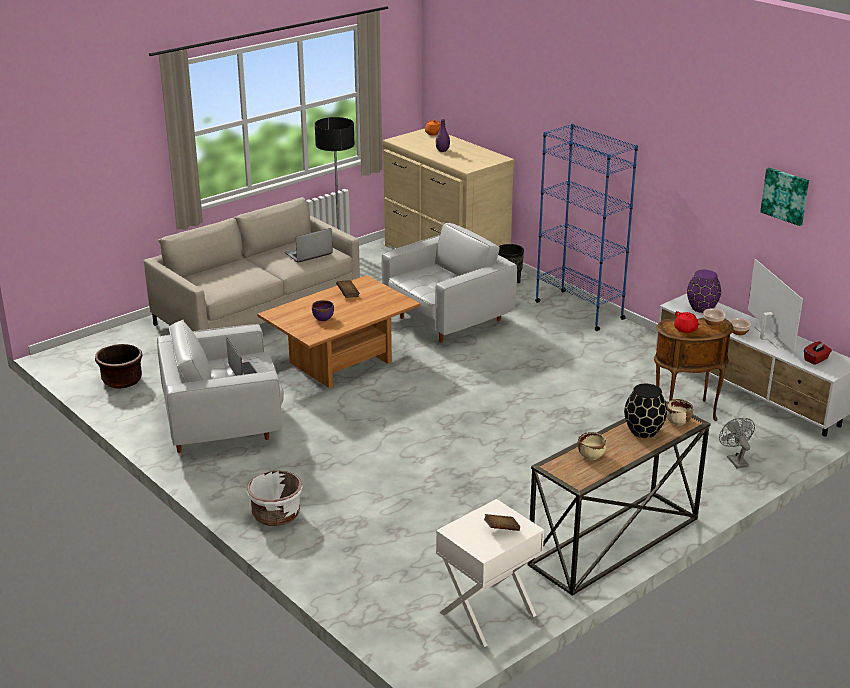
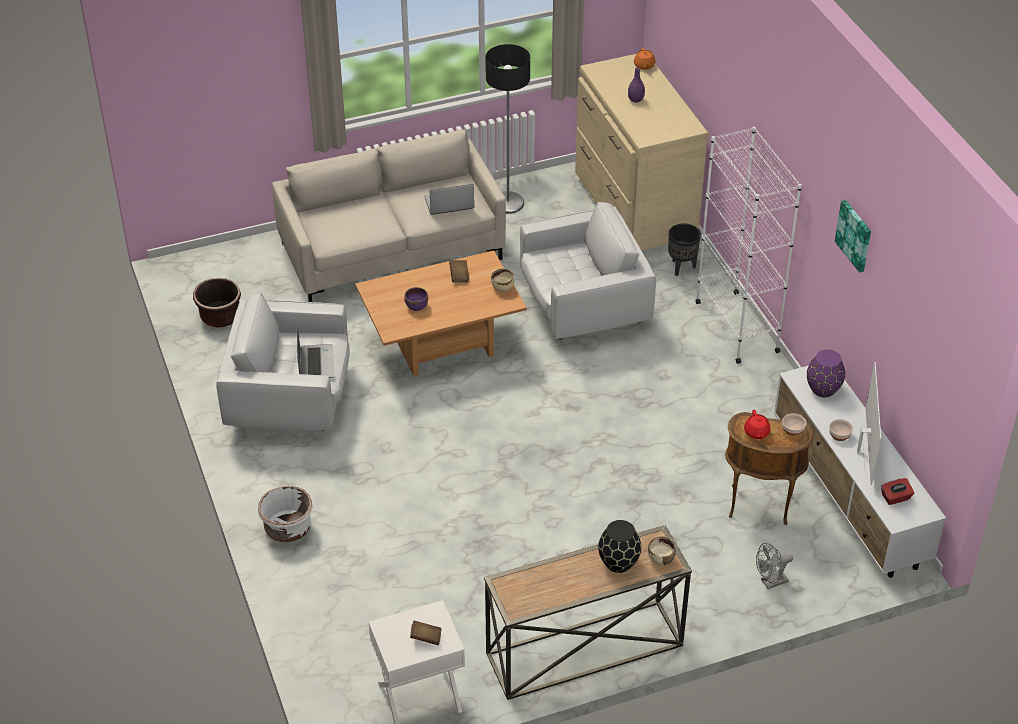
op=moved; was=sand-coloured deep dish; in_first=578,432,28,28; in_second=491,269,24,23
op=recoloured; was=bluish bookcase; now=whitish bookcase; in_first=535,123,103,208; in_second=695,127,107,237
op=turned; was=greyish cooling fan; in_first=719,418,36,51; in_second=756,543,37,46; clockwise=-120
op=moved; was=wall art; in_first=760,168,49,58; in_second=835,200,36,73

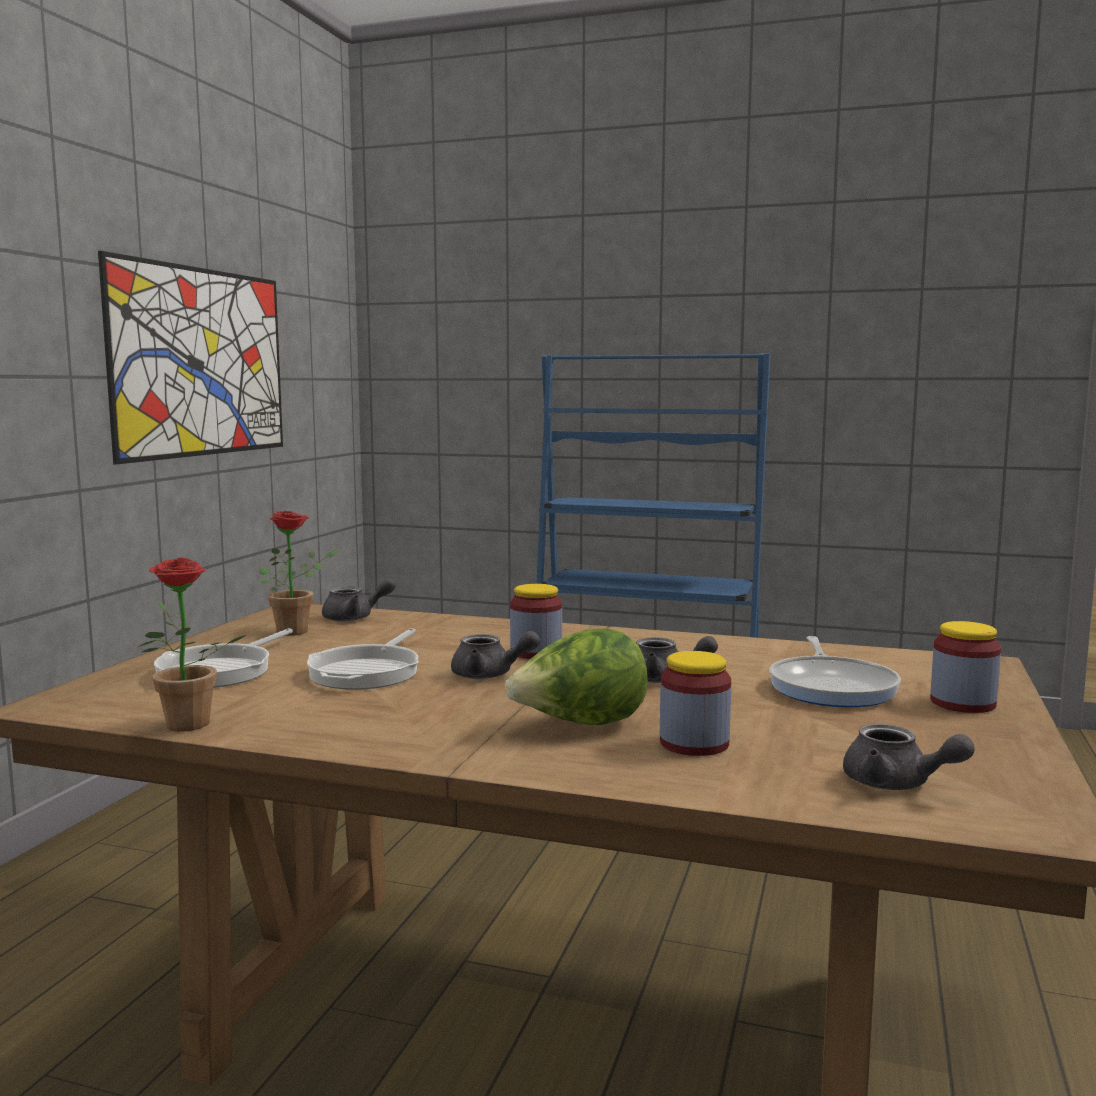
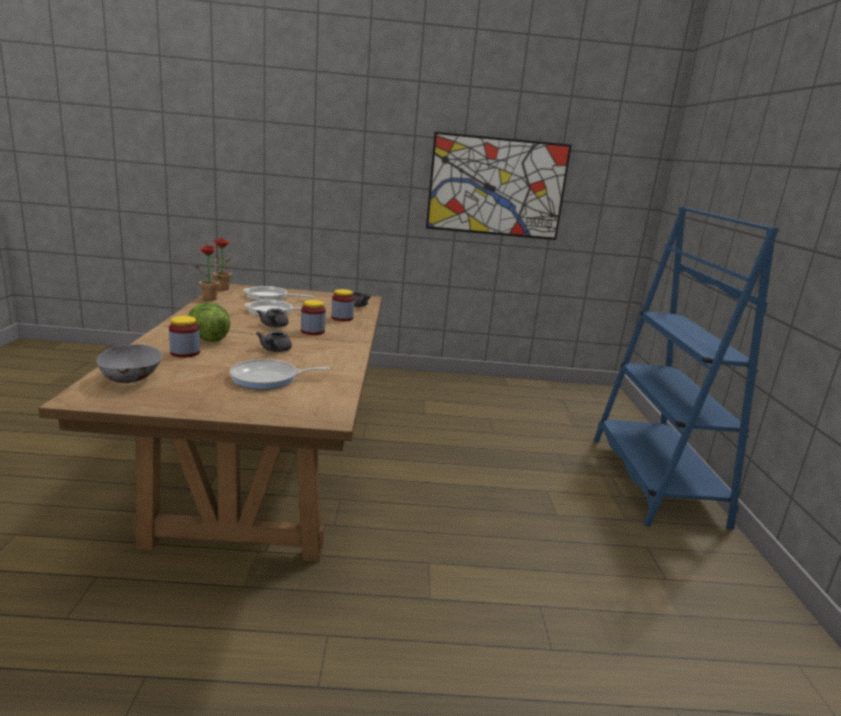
op=replaced; was=greyish tea pot; now=greyish deep dish; in_first=843,724,132,66; in_second=97,344,66,39
op=moved; was=plant in a pot; in_first=259,510,81,126; in_second=213,238,20,53
op=moved; was=storage jar; in_first=930,621,71,92; in_second=332,289,22,32

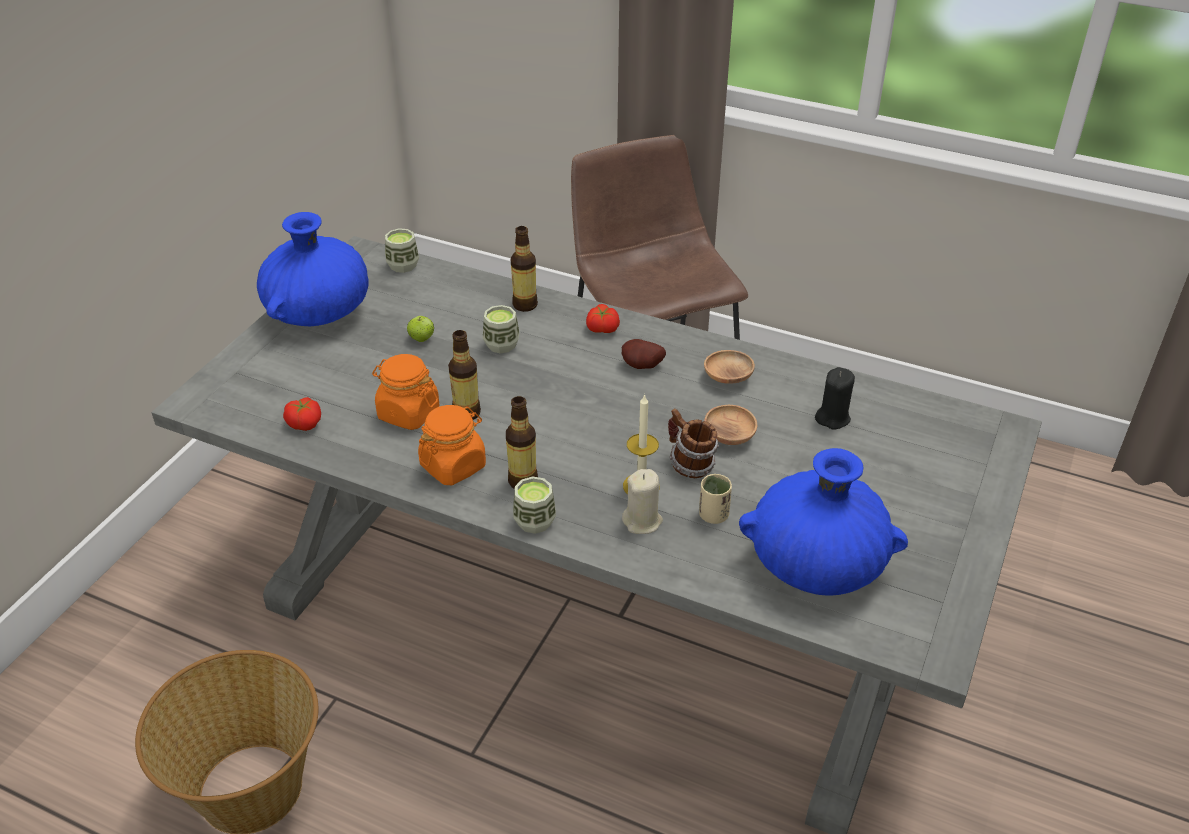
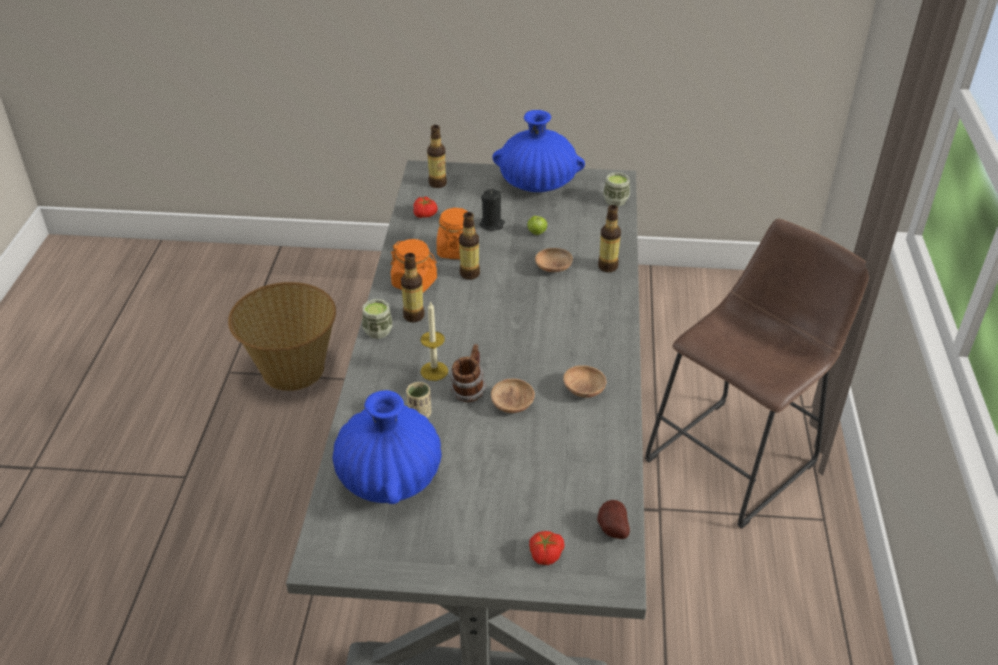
op=added; now=beverage bottle; in_second=427,125,20,63
op=moved; was=black-coloured wax light; in_first=815,367,40,63; in_second=479,189,26,42
op=moved; was=fresh tomato; in_first=586,304,34,29; in_second=529,531,36,34
op=replaced; was=drinking cup; now=brown deep dish; in_first=483,305,36,48; in_second=535,248,38,24
op=moved; was=spud; in_first=622,339,44,30; in_second=597,500,33,39
op=removed; was=sand-coloured wax light; in_first=622,469,41,65

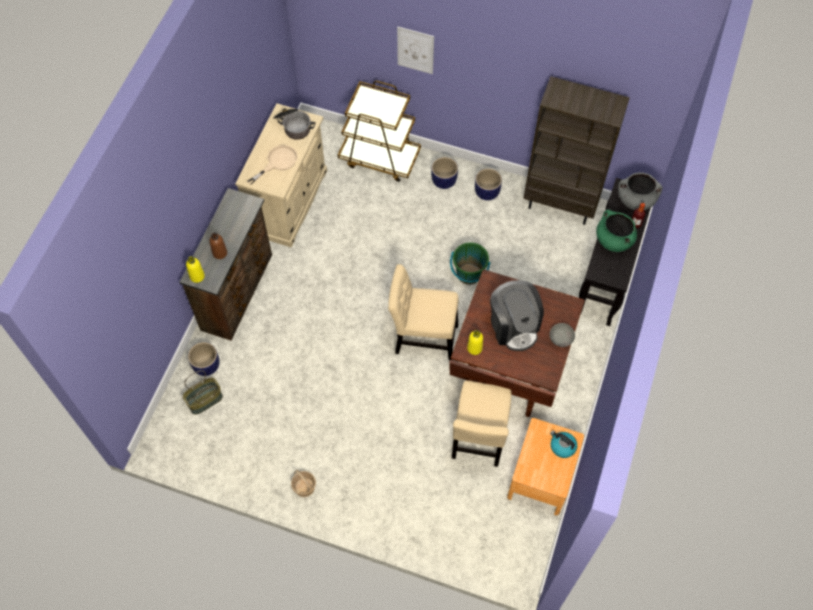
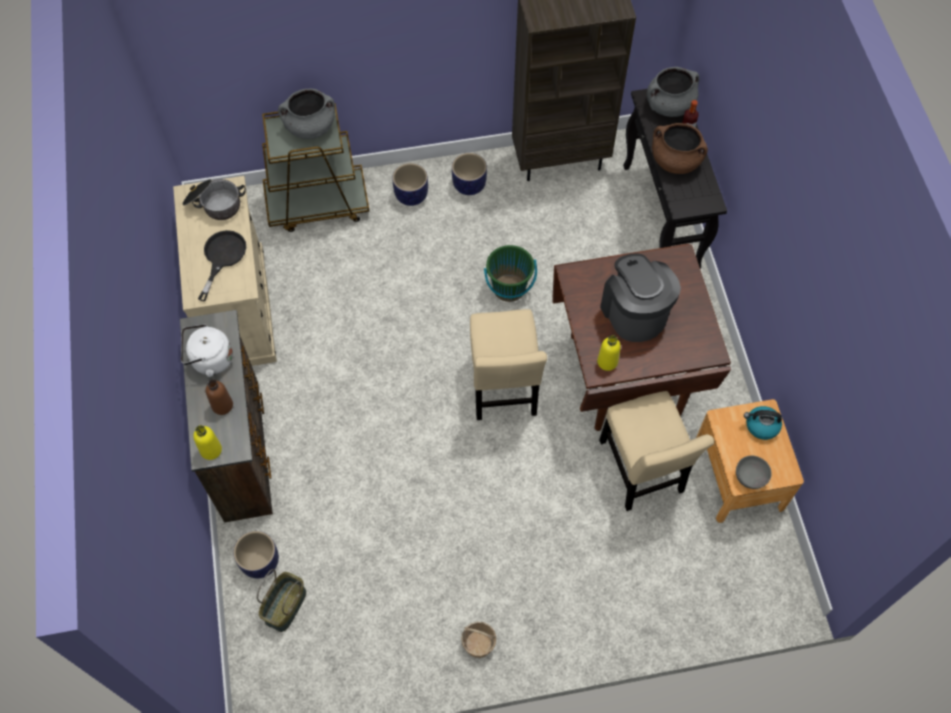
op=added; now=whitish tea kettle; in_second=181,324,52,53
op=recoloured; was=sand-coloured pan; now=black-coloured pan; in_first=247,145,50,40; in_second=198,230,48,71
op=added; now=greyish saucepot; in_second=278,89,57,50
op=turned; was=sand-coloured chair; in_first=388,264,70,96; in_second=470,309,77,111; clockwise=-75
op=turned; was=coffee brewer; in_first=490,280,54,71; in_second=600,253,81,89; clockwise=-150
op=recoloured; was=green saucepot; now=brown saucepot; in_first=596,209,41,43; in_second=652,123,56,51
op=moved; was=greyish deep dish; in_first=550,323,25,24; in_second=736,455,36,34
op=removed; was=wall art; in_first=397,27,37,47

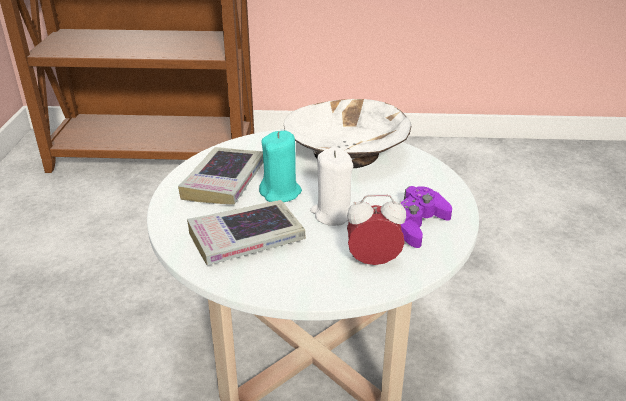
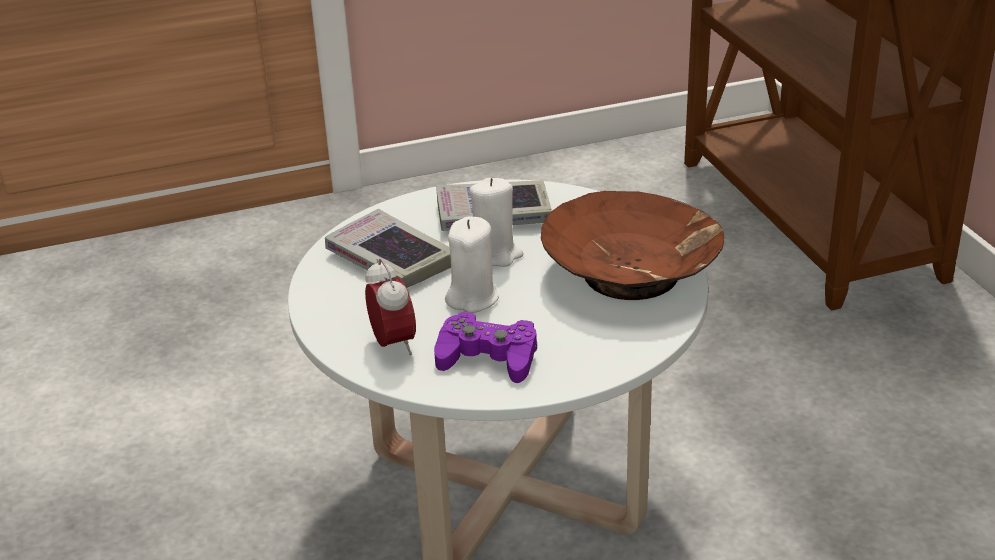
op=recoloured; was=blue-green wax light; now=whitish wax light; in_first=259,131,43,71; in_second=469,178,54,89
op=recoloured; was=whitish deep dish; now=brown deep dish; in_first=284,99,127,69; in_second=541,191,184,109

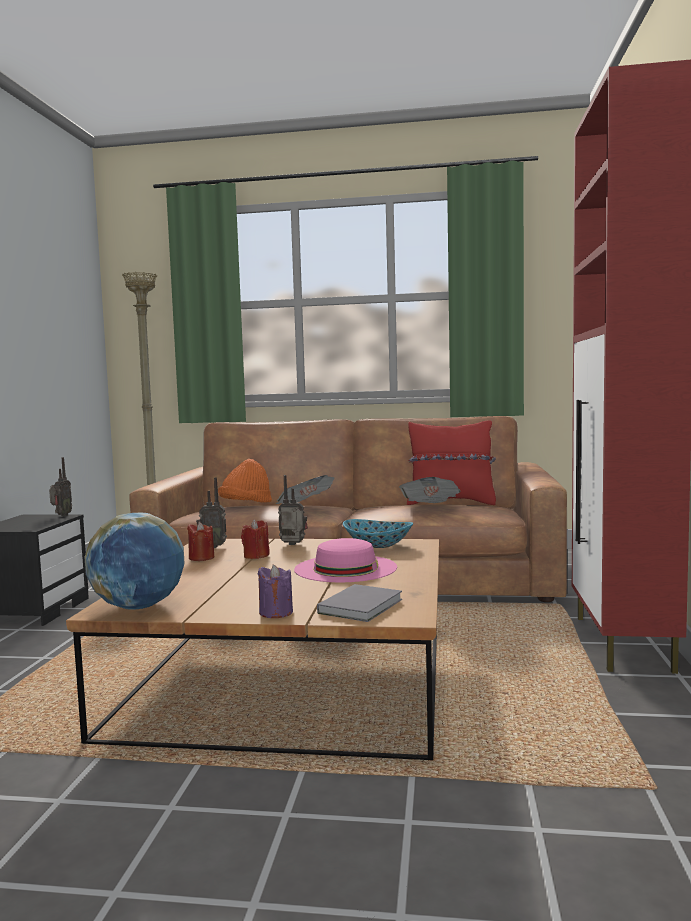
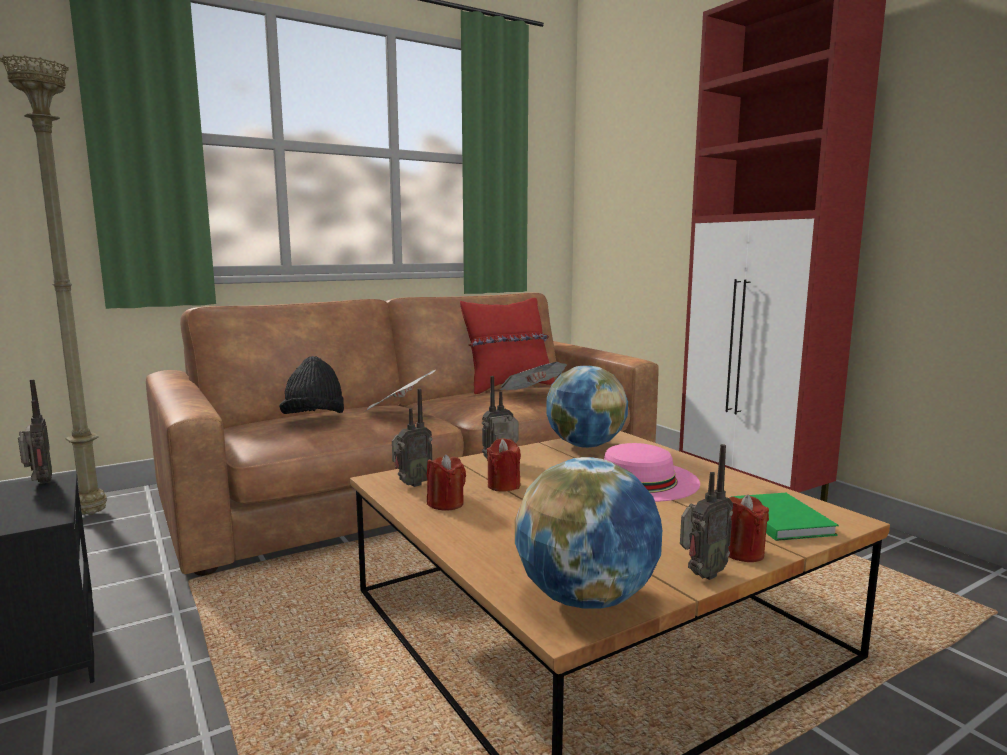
op=recoloured; was=orange wearable hat; now=black-coloured wearable hat; in_first=218,459,54,44; in_second=279,356,65,58
op=replaced; was=deep dish; now=desk globe; in_first=343,519,70,29; in_second=546,366,82,82
op=added; now=radio set; in_second=680,444,53,136
op=recoloured; was=purplish wax light; now=red wax light; in_first=258,565,35,53; in_second=728,495,41,67
op=recoloured; was=greyish book; now=green book; in_first=317,584,85,38; in_second=731,493,108,48

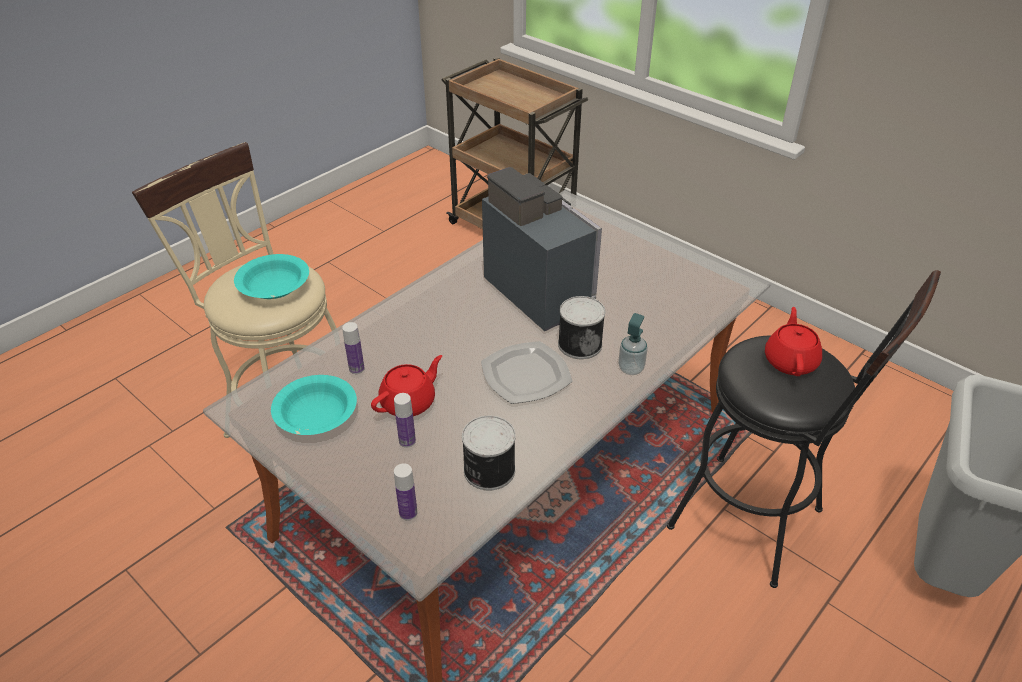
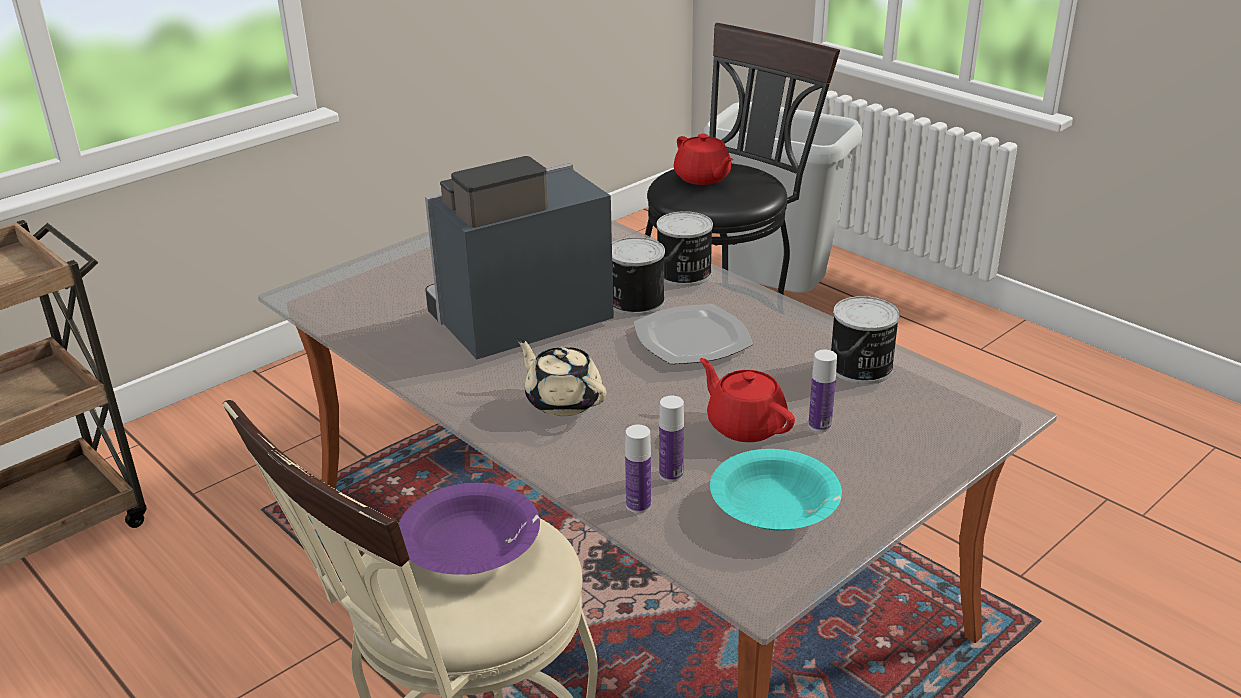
op=recoloured; was=blue-green deep dish; now=purplish deep dish; in_first=234,254,75,45; in_second=399,483,141,92
op=added; now=sand-coloured tea pot; in_second=516,338,91,78
op=moved; was=beverage bottle; in_first=394,463,23,57; in_second=625,425,26,88
op=replaced; was=soap dispenser; now=sealed can; in_first=618,313,30,62; in_second=657,211,56,75
op=turned; was=red tea pot; in_first=765,307,57,69; in_second=674,134,59,51; clockwise=-135

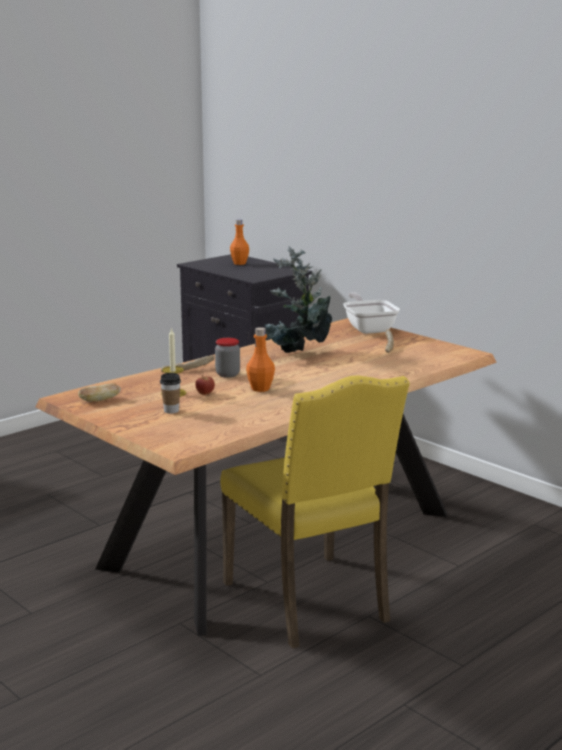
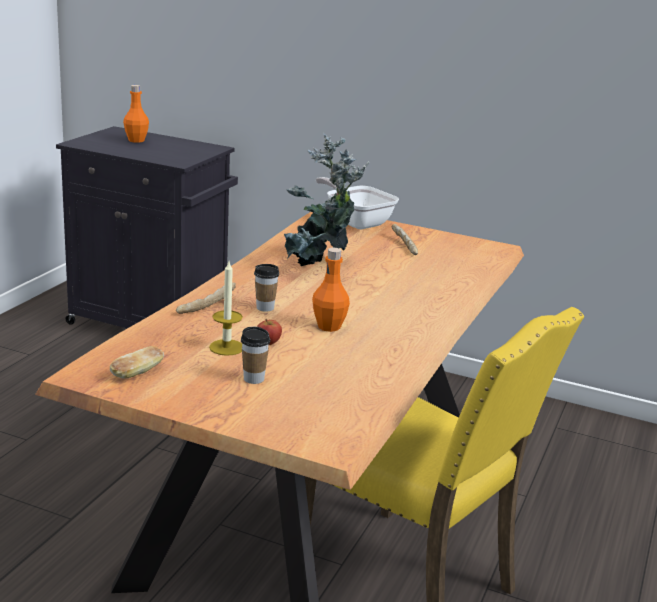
op=replaced; was=storage jar; now=drinking cup; in_first=215,338,25,40; in_second=254,264,25,48

